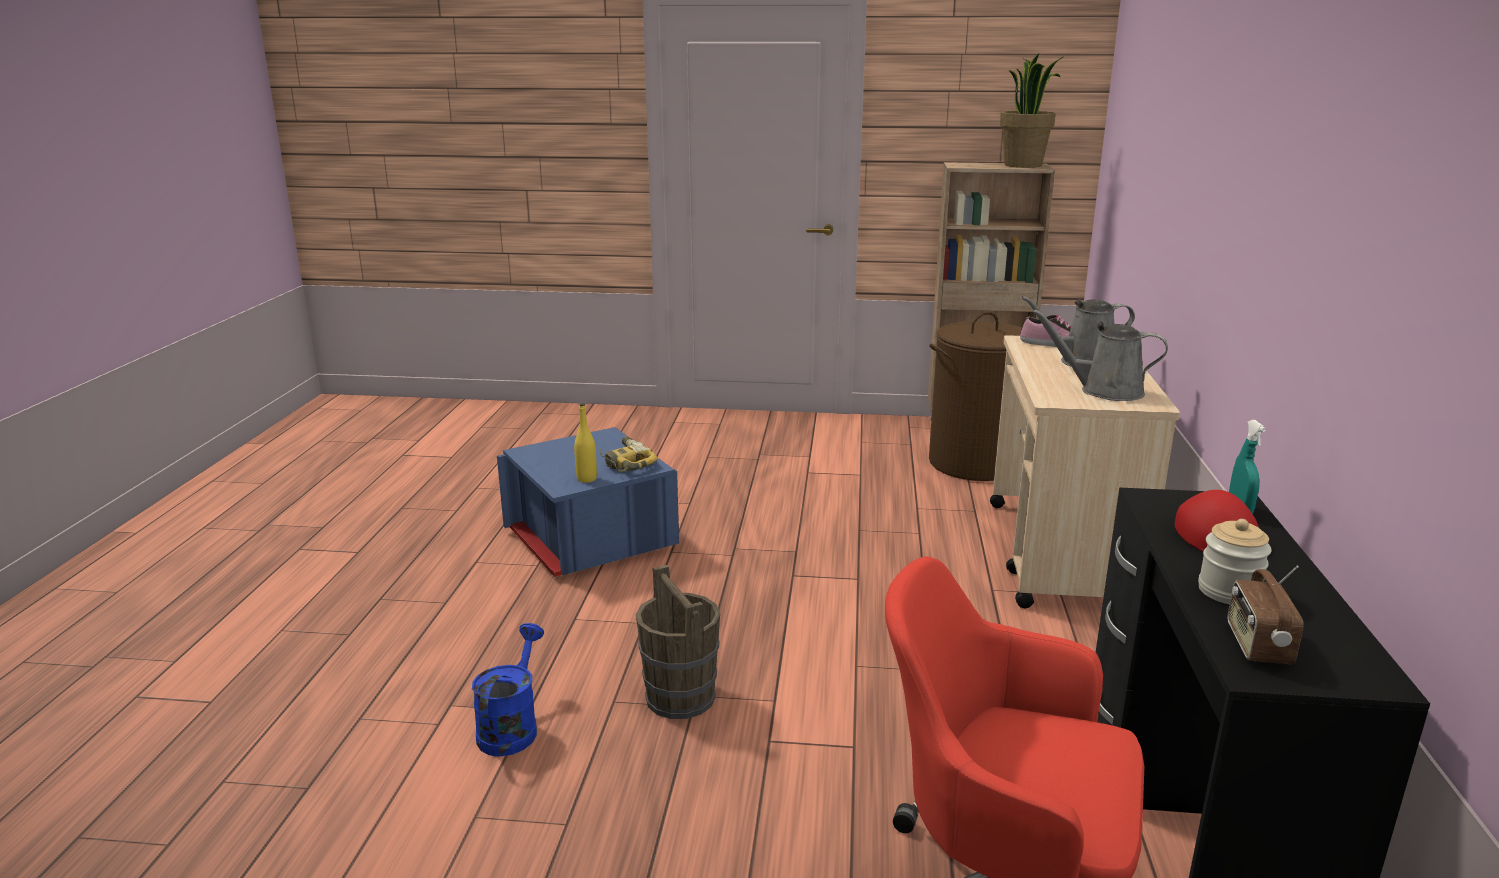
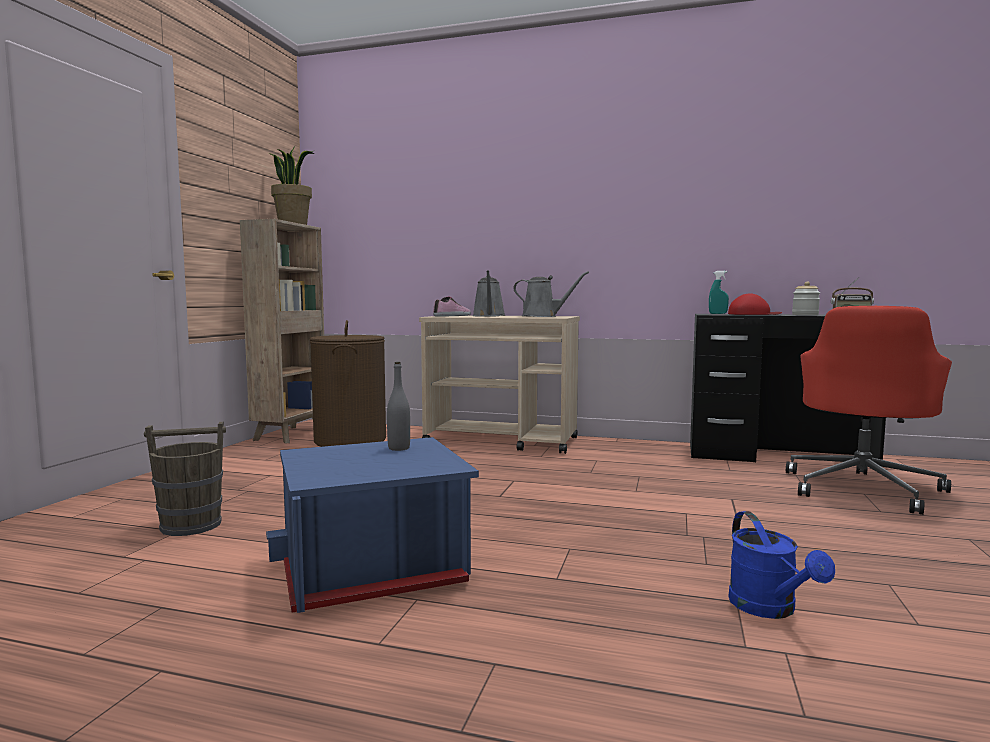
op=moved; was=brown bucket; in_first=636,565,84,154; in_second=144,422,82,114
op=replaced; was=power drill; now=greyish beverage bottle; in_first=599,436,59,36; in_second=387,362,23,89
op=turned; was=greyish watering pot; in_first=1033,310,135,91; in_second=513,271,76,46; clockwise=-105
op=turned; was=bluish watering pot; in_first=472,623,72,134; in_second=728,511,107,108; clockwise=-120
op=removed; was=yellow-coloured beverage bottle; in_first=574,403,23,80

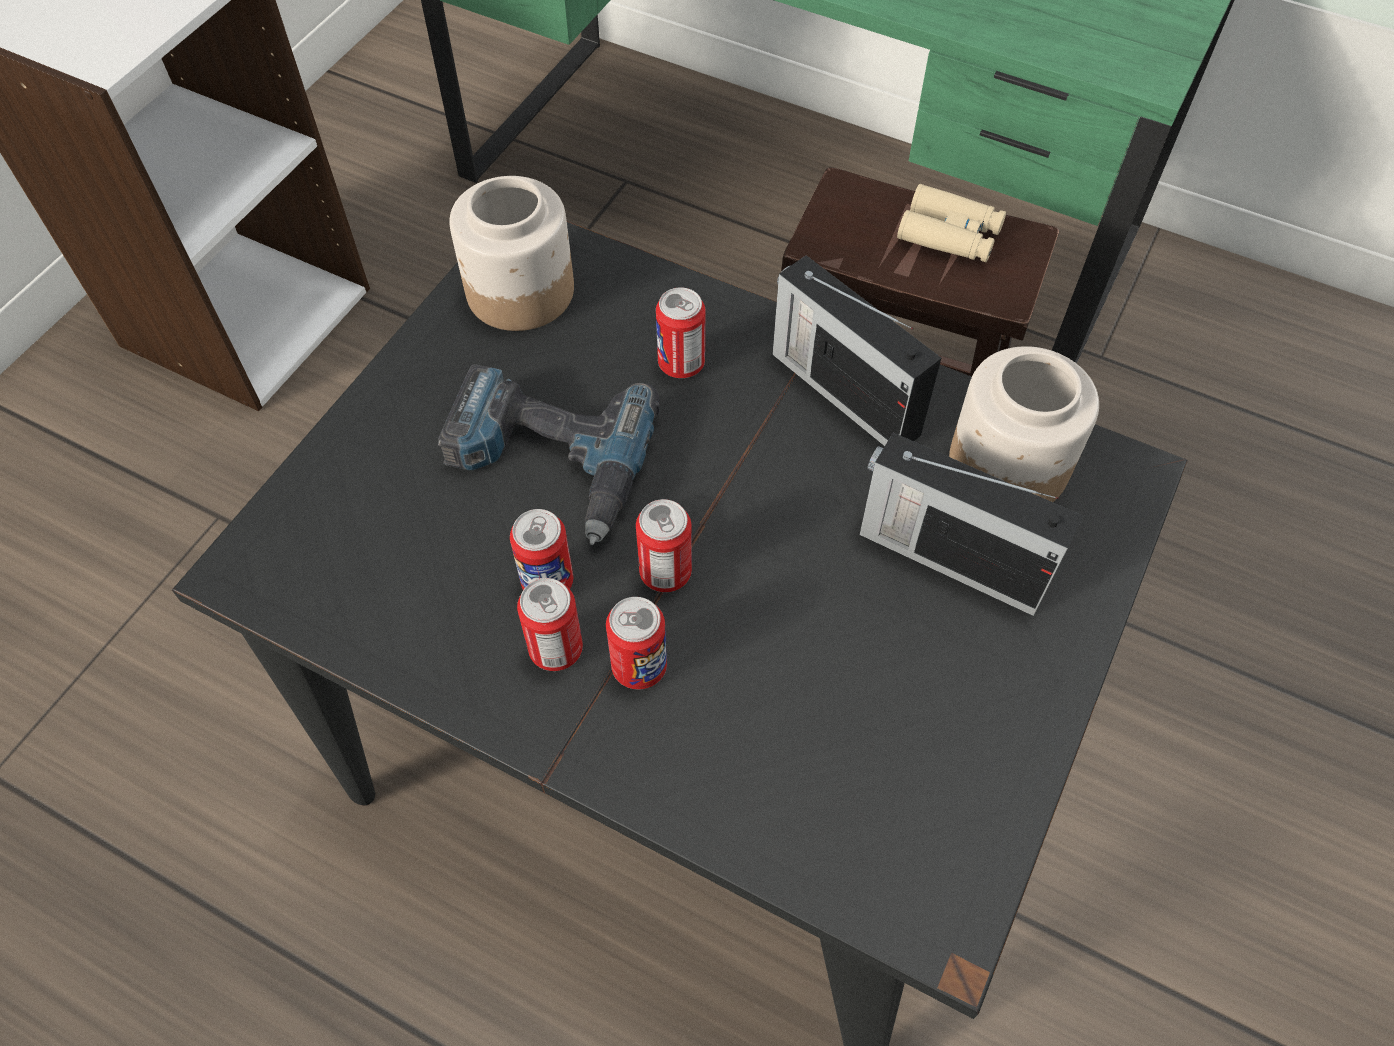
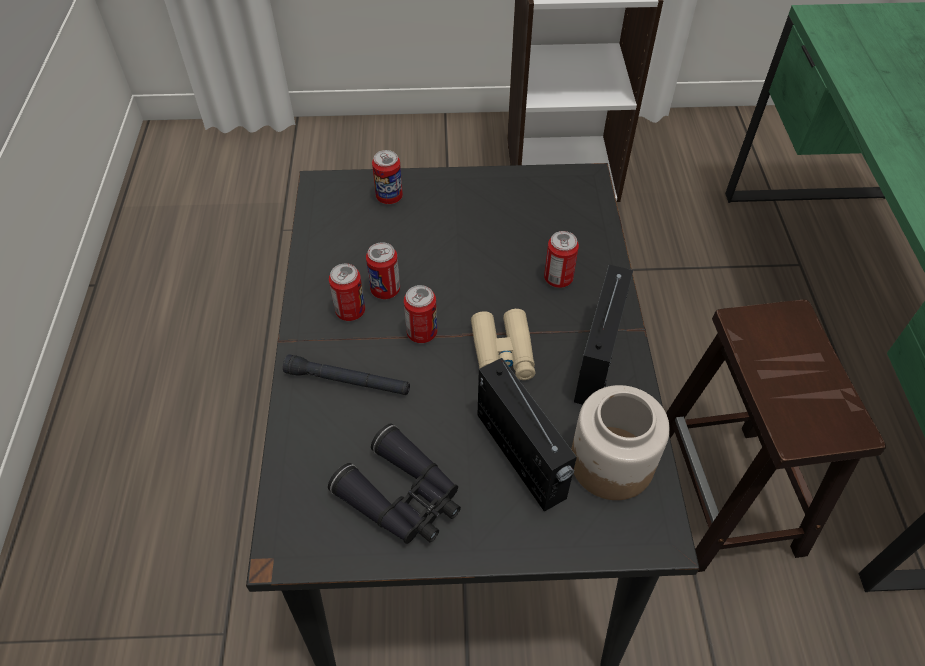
op=added; now=black-coloured torch; in_second=283,354,127,41
op=added; now=black-coloured pair of binoculars; in_second=328,424,133,120
op=moved; was=sealed can; in_first=606,597,61,92; in_second=372,150,31,54
op=moved; was=sand-coloured pair of binoculars; in_first=897,184,109,78; in_second=471,309,65,71
op=turned; was=radio set; in_first=860,433,223,183; in_second=478,358,99,154; clockwise=150
op=removed; was=power drill; in_first=438,364,222,181
op=removed; was=storage jar; in_first=449,176,125,155

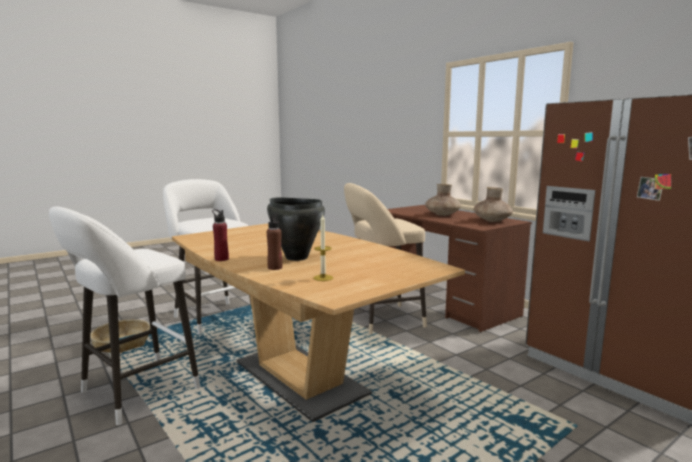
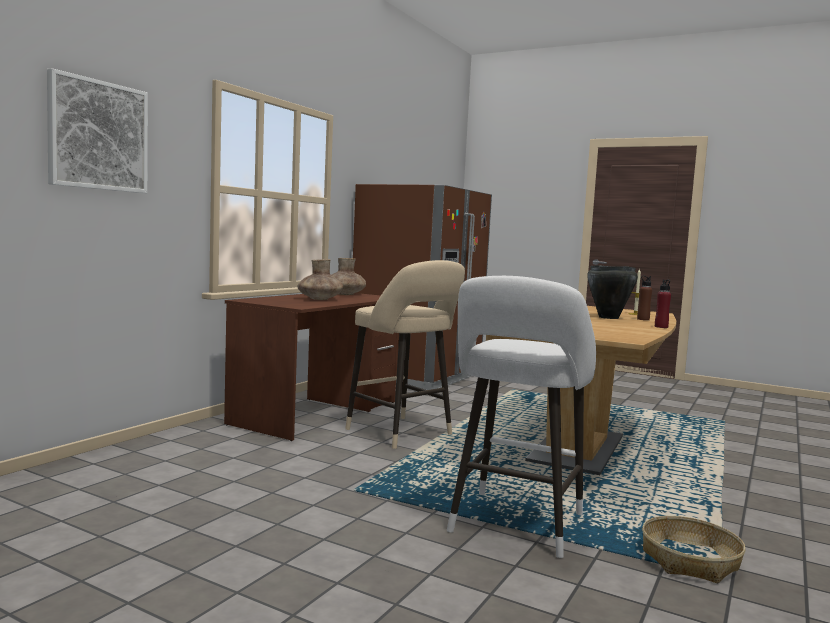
op=added; now=wall art; in_second=47,68,101,125
op=removed; was=whitish stool; in_first=49,206,152,219

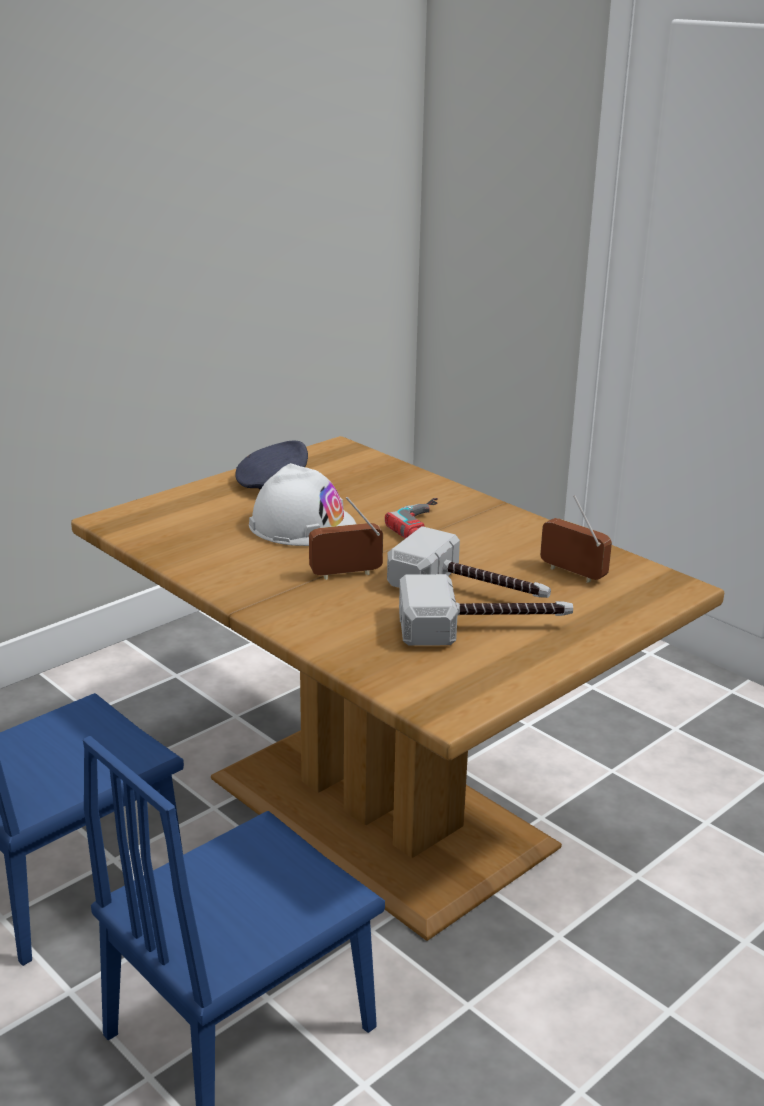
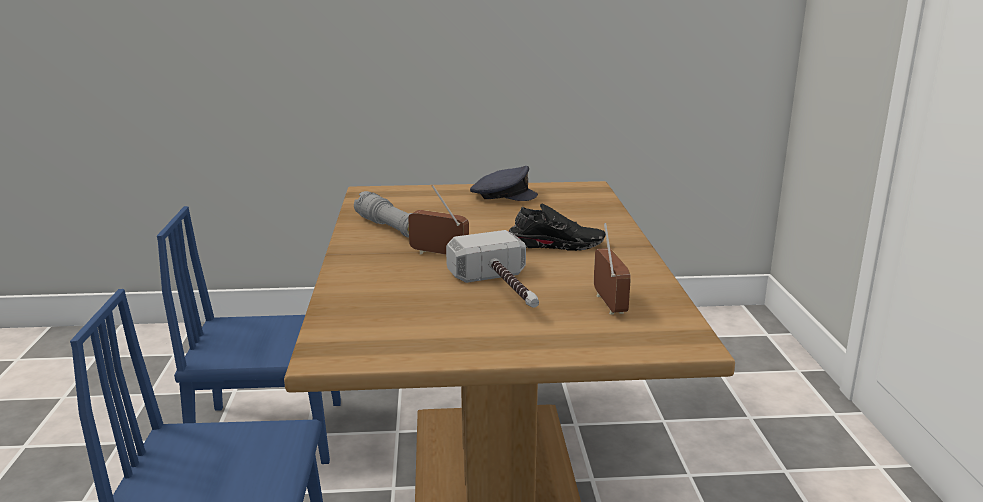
op=added; now=greyish torch; in_second=354,191,58,47
op=replaced; was=power drill; now=black-coloured item of footwear; in_first=385,498,53,41; in_second=508,204,98,47
op=removed; was=whitish hard hat; in_first=249,463,107,83
op=removed; was=tool hammer; in_first=399,574,174,72

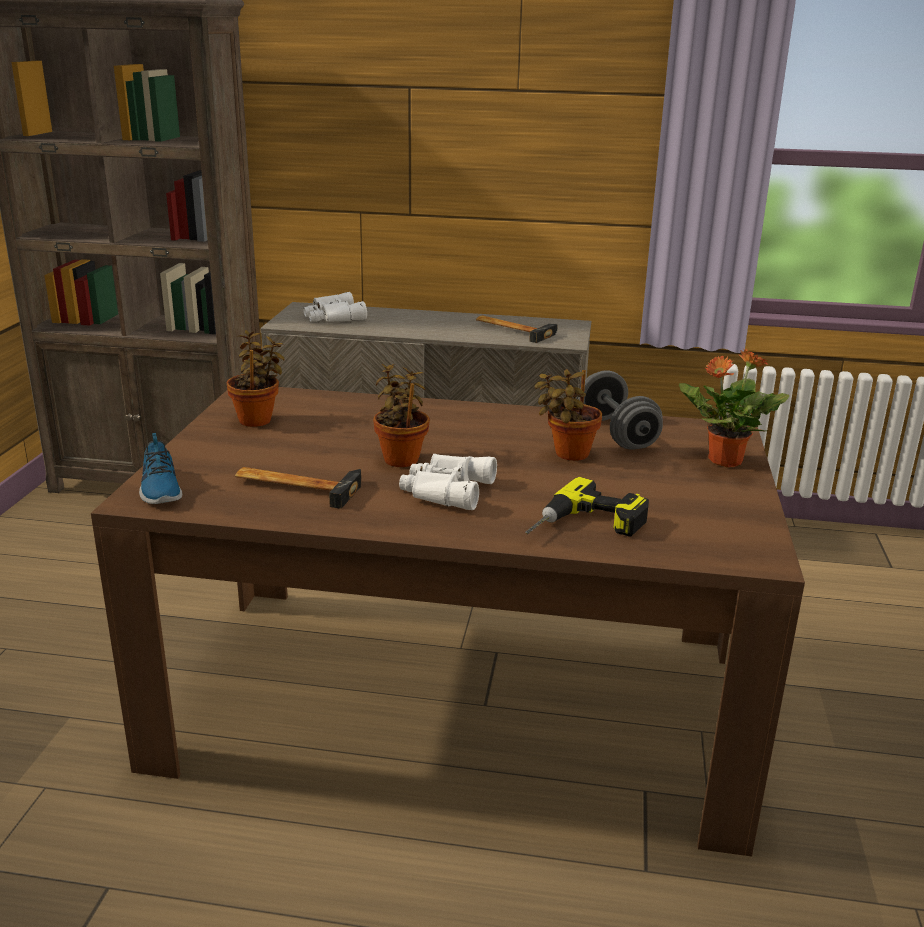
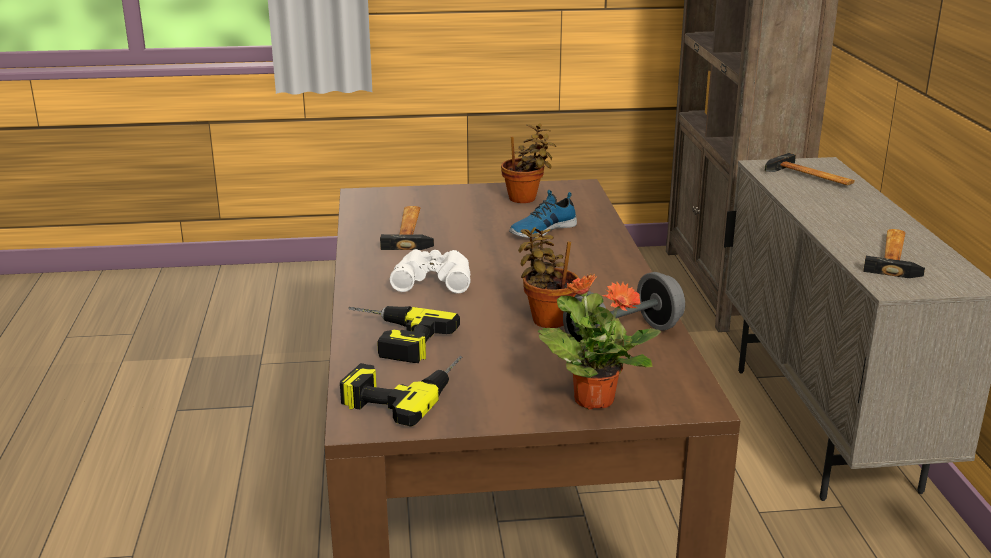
op=added; now=power drill; in_second=340,356,122,71
op=moved; was=item of footwear; in_first=139,433,43,71; in_second=509,190,68,48
op=replaced; was=whitish pair of binoculars; now=tool hammer; in_first=303,292,64,30; in_second=765,153,90,32
op=removed; was=plant in a pot; in_first=373,364,57,103

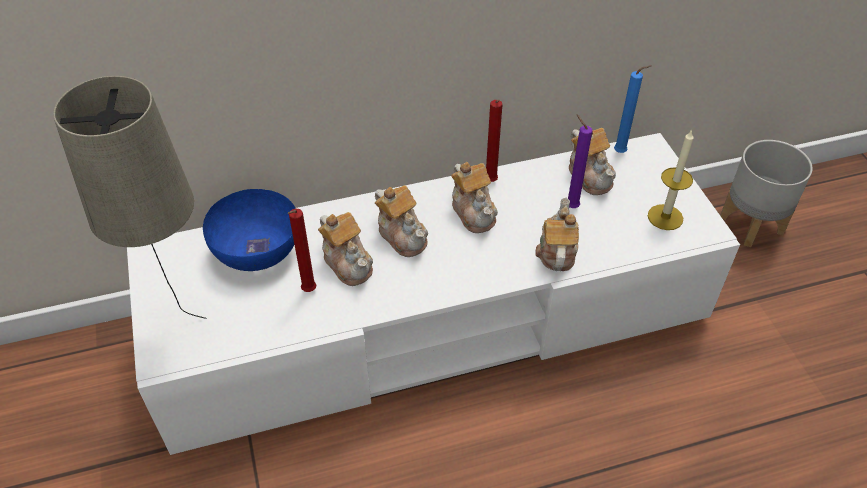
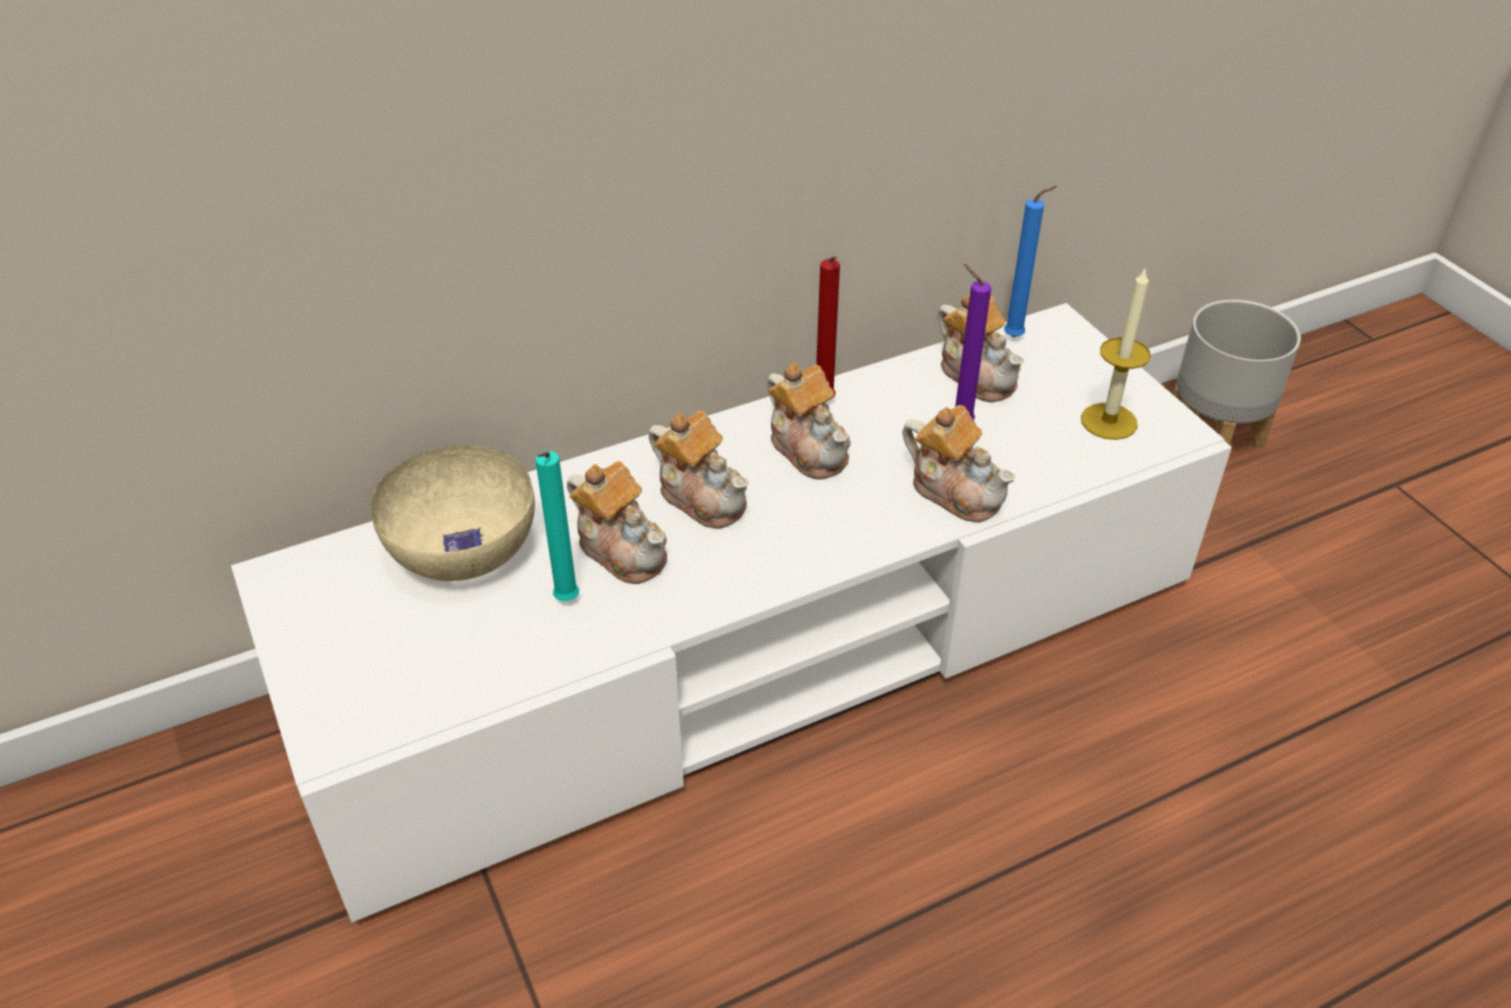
op=recoloured; was=bluish deep dish; now=sand-coloured deep dish; in_first=203,189,93,82; in_second=371,445,164,136
op=recoloured; was=red wax light; now=blue-green wax light; in_first=288,209,28,83; in_second=536,451,43,150
op=turned; was=tea pot; in_first=536,198,43,73; in_second=902,405,113,117; clockwise=135
op=removed; was=sand-coloured lamp for a table; in_first=53,76,154,243

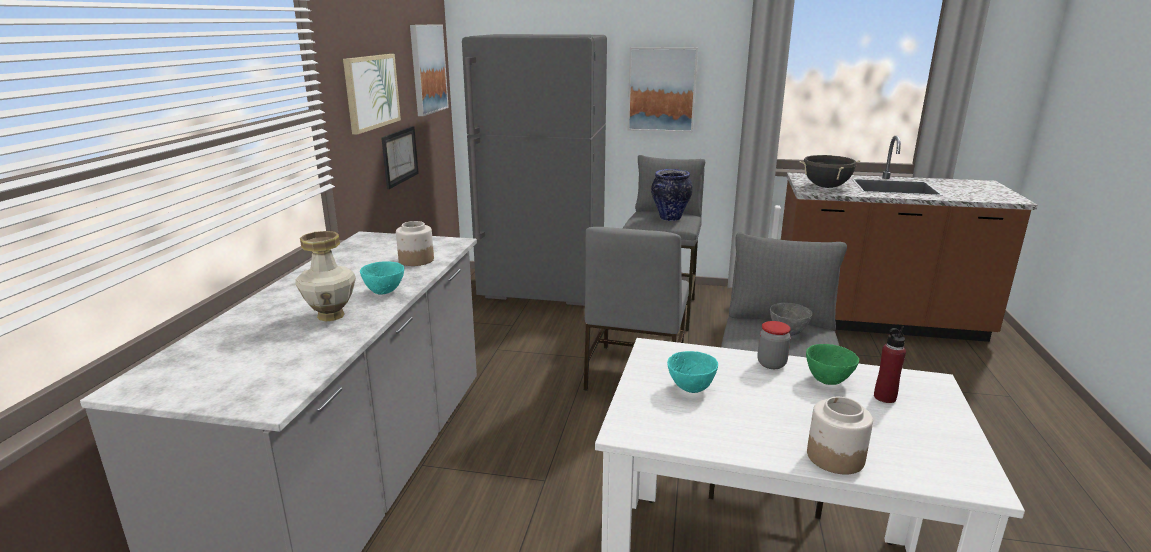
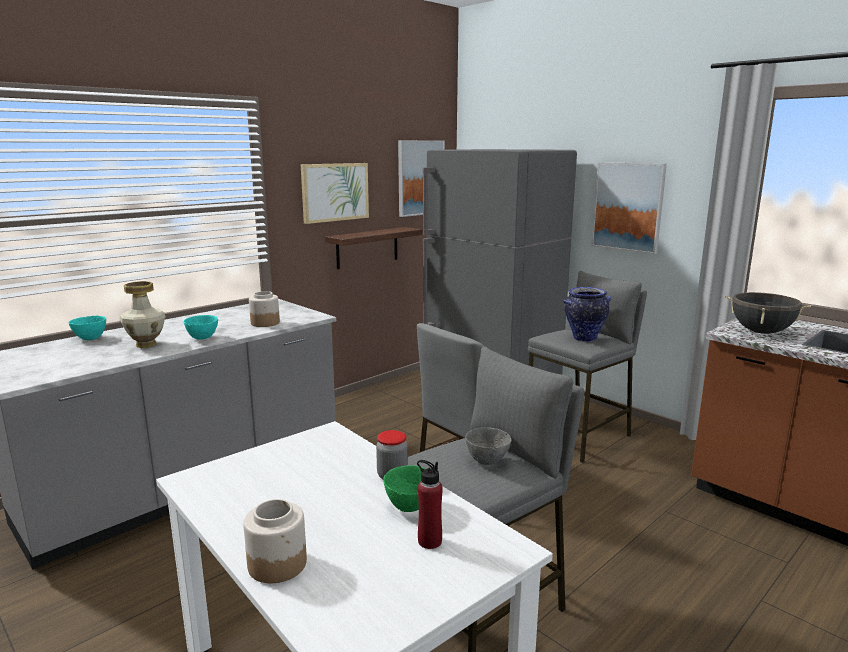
op=moved; was=blue-green deep dish; in_first=667,351,51,42; in_second=69,316,37,24
op=replaced; was=wall art; now=wall shelf; in_first=381,126,38,63; in_second=325,227,98,42

